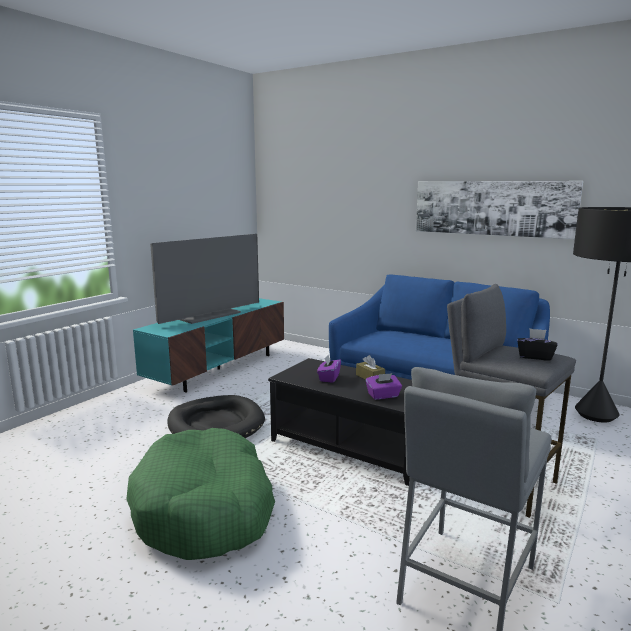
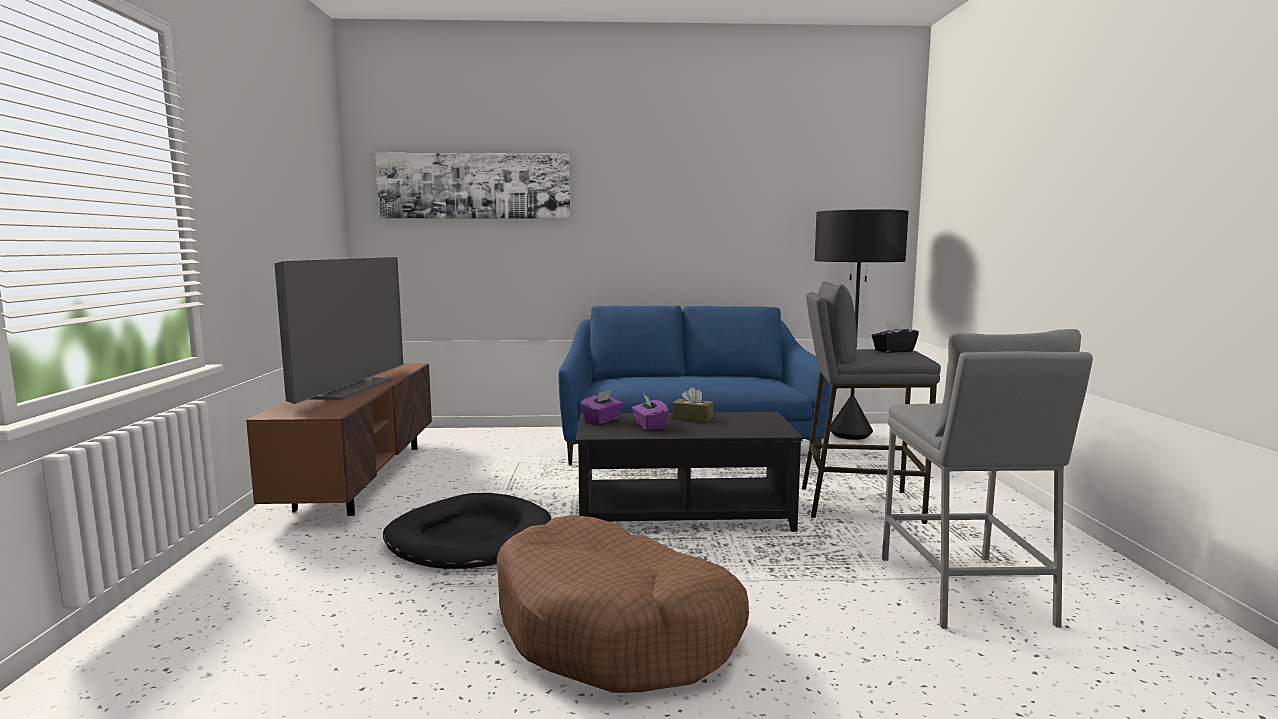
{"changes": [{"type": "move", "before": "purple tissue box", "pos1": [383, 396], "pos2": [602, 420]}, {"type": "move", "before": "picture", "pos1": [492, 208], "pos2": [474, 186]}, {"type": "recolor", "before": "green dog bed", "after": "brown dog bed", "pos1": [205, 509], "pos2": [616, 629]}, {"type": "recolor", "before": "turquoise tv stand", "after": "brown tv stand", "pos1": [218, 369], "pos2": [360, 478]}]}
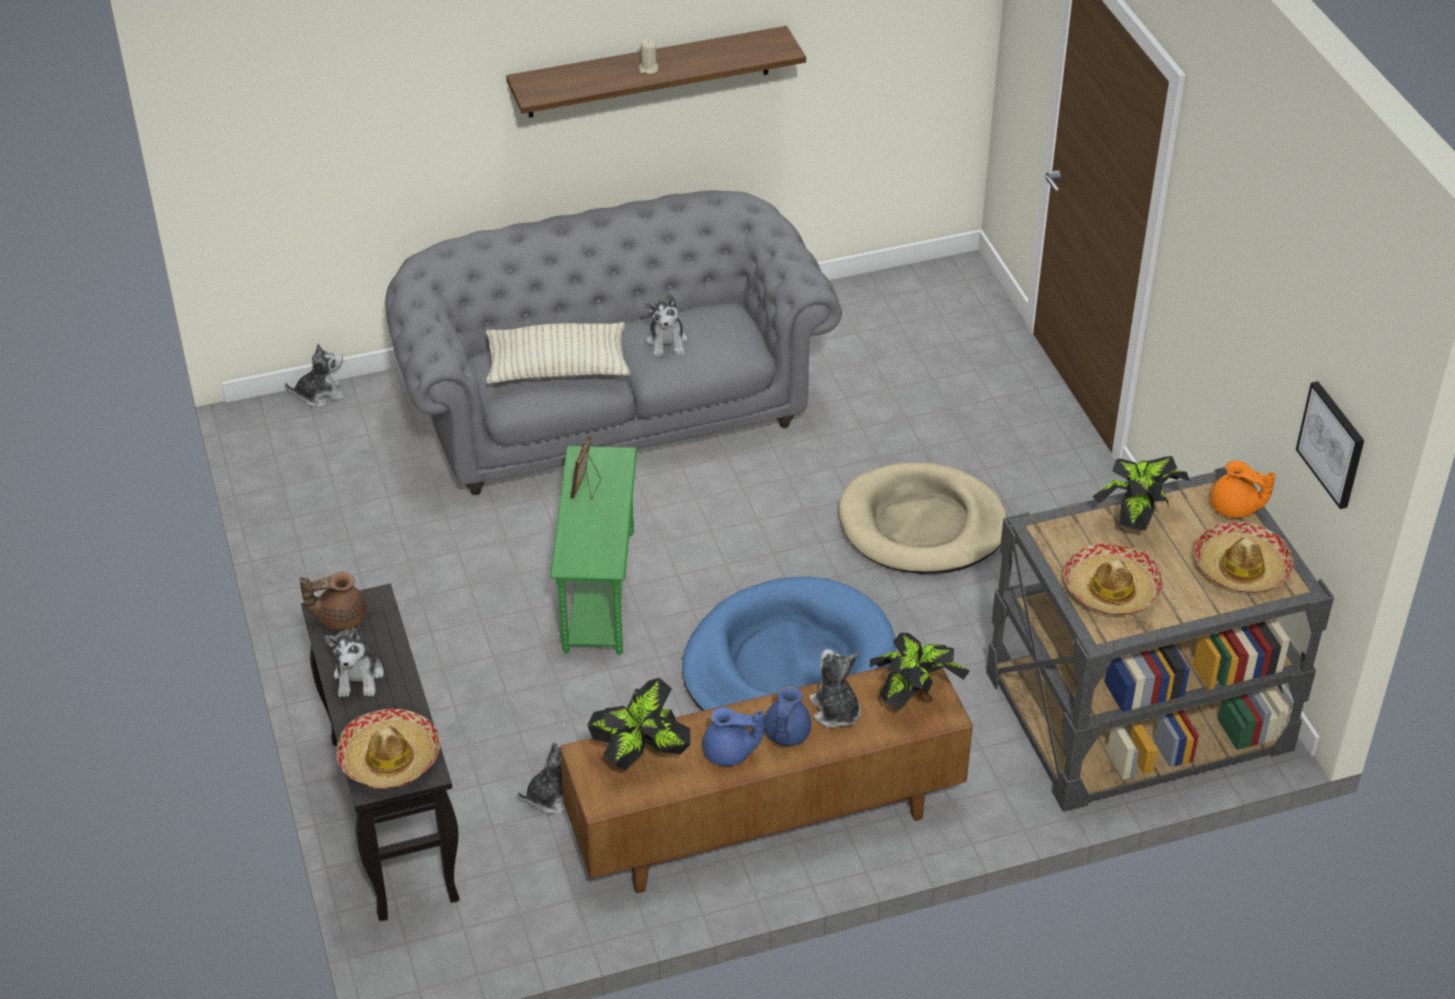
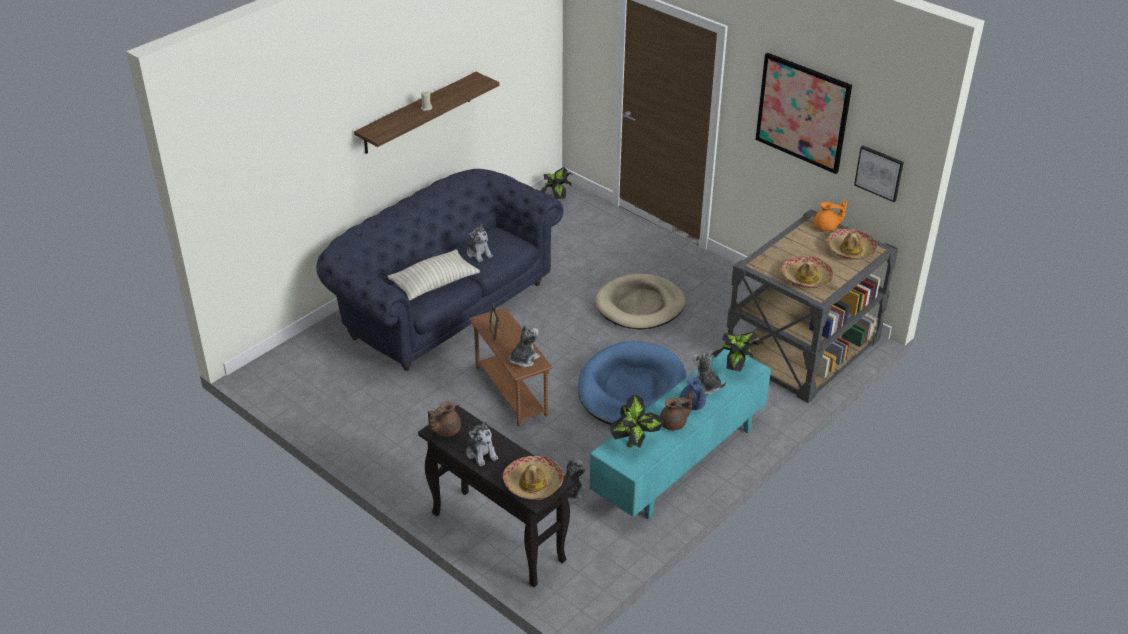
{"changes": [{"type": "insert", "after": "picture", "pos2": [803, 112]}, {"type": "move", "before": "plush toy", "pos1": [320, 394], "pos2": [524, 359]}, {"type": "move", "before": "potted plant", "pos1": [1136, 520], "pos2": [557, 199]}, {"type": "recolor", "before": "grey sofa", "after": "blue sofa", "pos1": [609, 405], "pos2": [441, 305]}, {"type": "recolor", "before": "green side table", "after": "brown side table", "pos1": [598, 592], "pos2": [510, 392]}, {"type": "recolor", "before": "brown tv stand", "after": "turquoise tv stand", "pos1": [765, 819], "pos2": [680, 461]}, {"type": "recolor", "before": "blue teapot", "after": "brown teapot", "pos1": [730, 753], "pos2": [674, 423]}]}
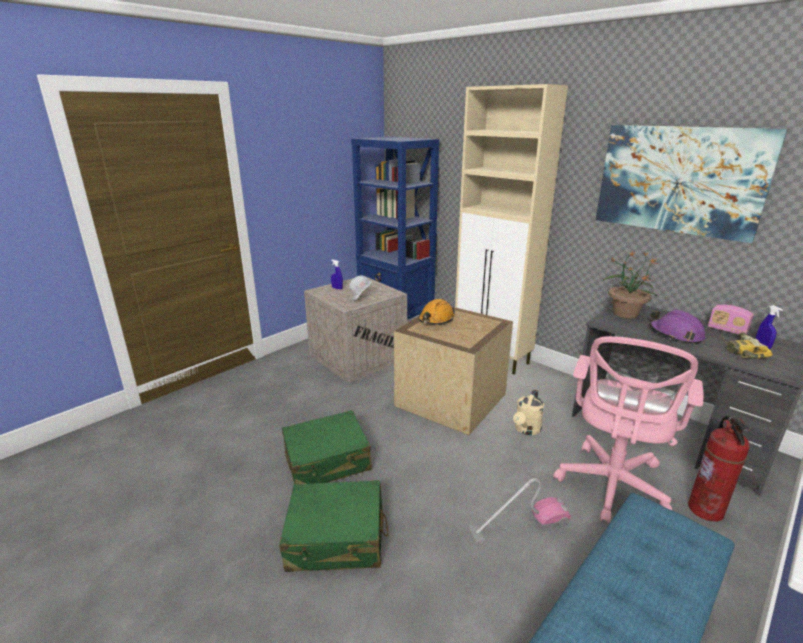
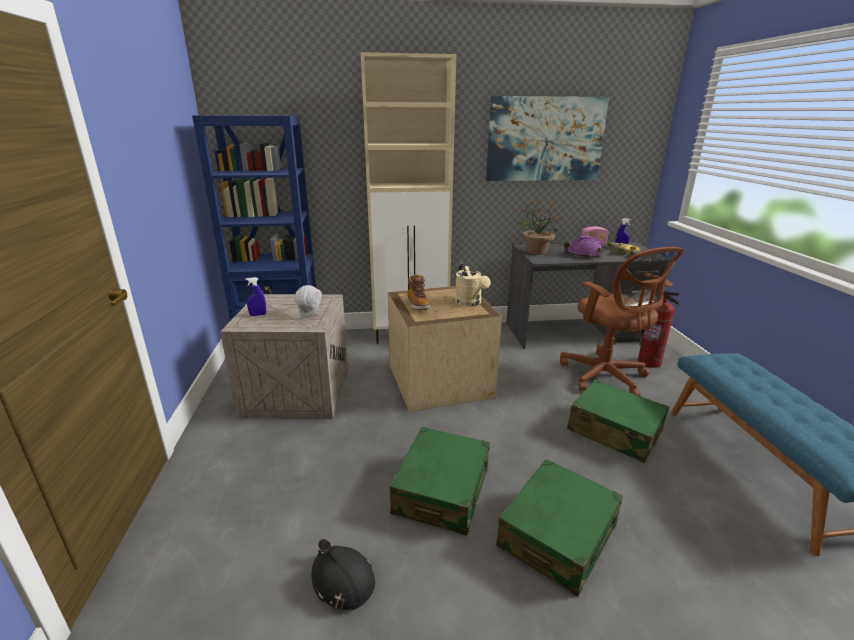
{"changes": [{"type": "insert", "after": "black hard hat", "pos2": [343, 581]}, {"type": "move", "before": "beige watering can", "pos1": [526, 430], "pos2": [470, 303]}, {"type": "replace", "before": "orange hard hat", "after": "boot", "pos1": [436, 320], "pos2": [418, 304]}, {"type": "replace", "before": "vacuum cleaner", "after": "green suitcase", "pos1": [519, 525], "pos2": [614, 431]}, {"type": "recolor", "before": "pink office chair", "after": "brown office chair", "pos1": [611, 486], "pos2": [605, 377]}]}
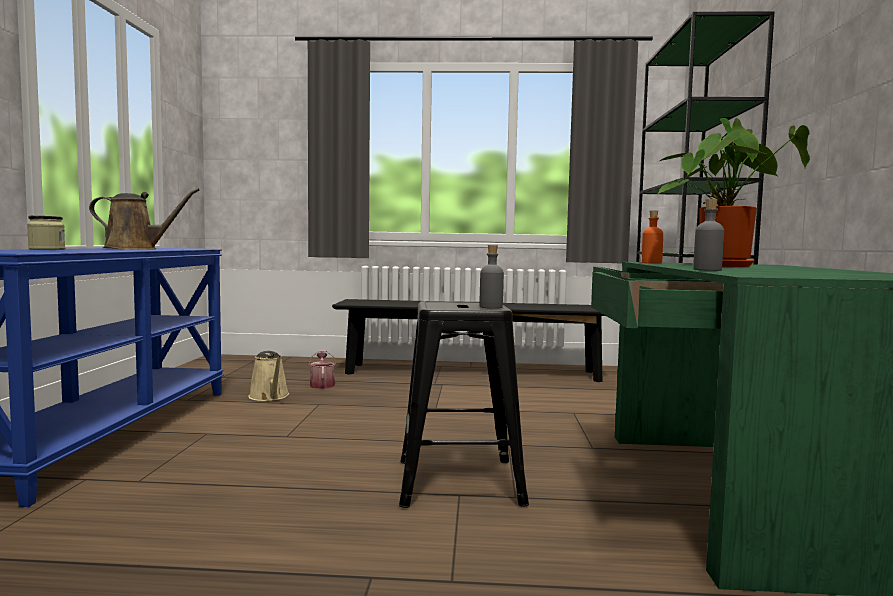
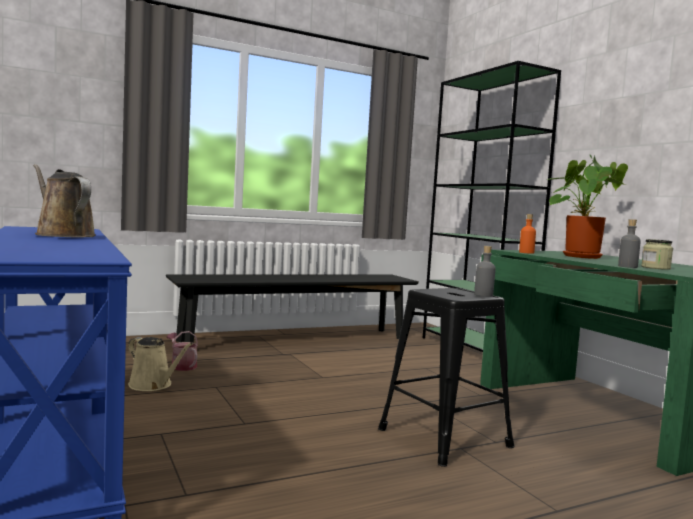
{"changes": [{"type": "move", "before": "jar", "pos1": [47, 249], "pos2": [655, 268]}, {"type": "rotate", "before": "brown watering can", "pos1": [136, 248], "pos2": [62, 235], "turn": -105}]}
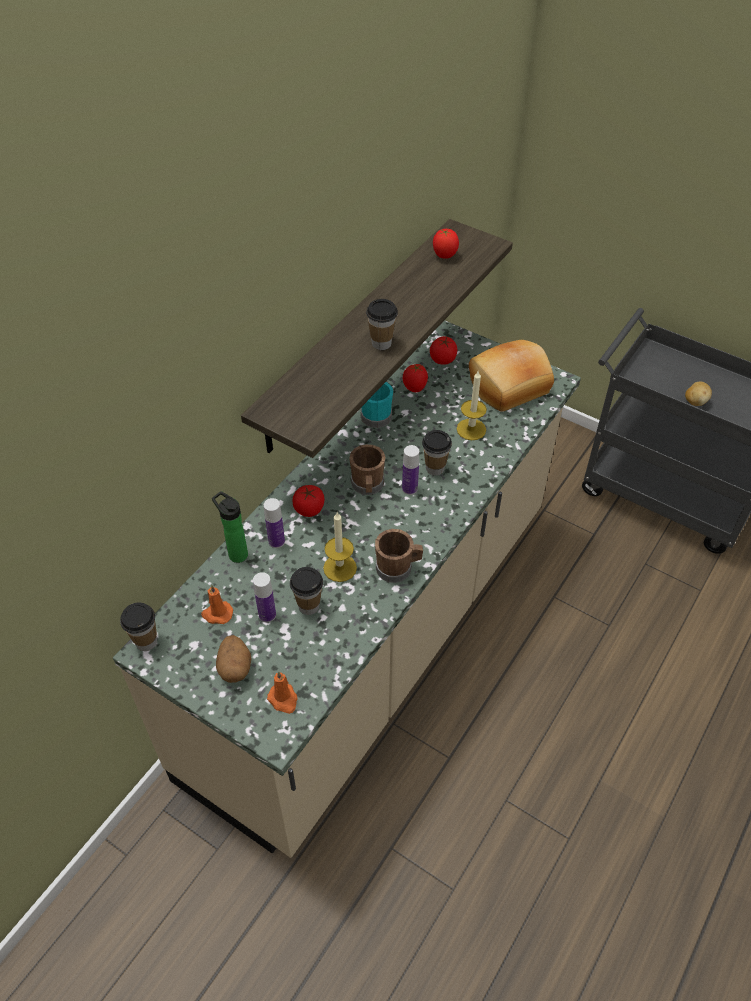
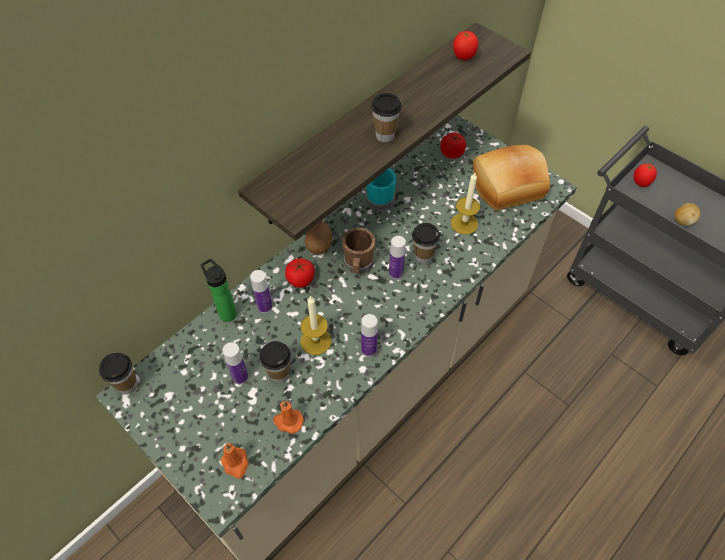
{"changes": [{"type": "move", "before": "orange candle", "pos1": [217, 614], "pos2": [288, 421]}, {"type": "move", "before": "potato", "pos1": [235, 667], "pos2": [319, 245]}, {"type": "move", "before": "tomato", "pos1": [415, 388], "pos2": [640, 183]}, {"type": "replace", "before": "brown mug", "after": "bottle", "pos1": [398, 568], "pos2": [368, 349]}]}
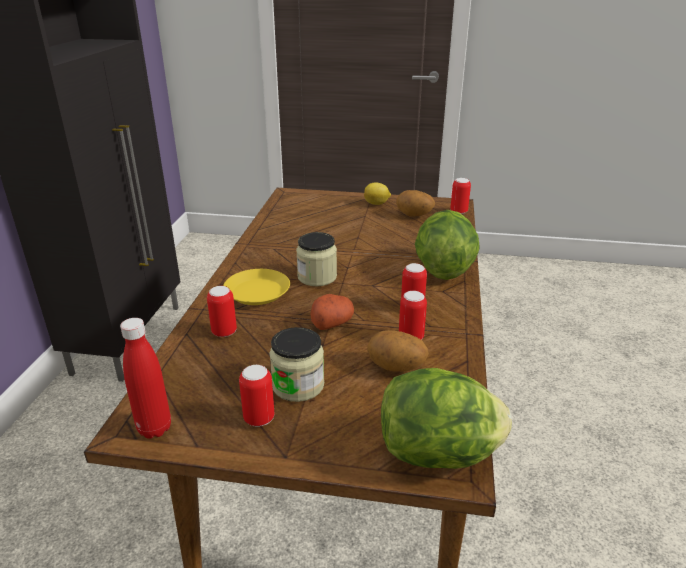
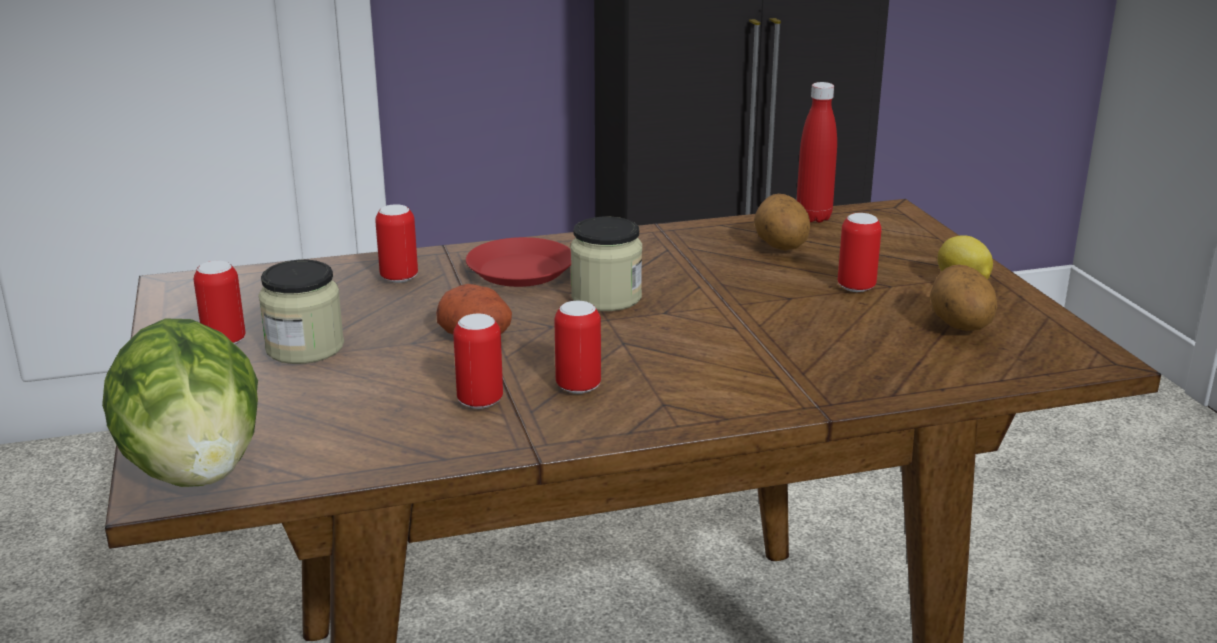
{"changes": [{"type": "delete", "before": "lettuce", "pos1": [442, 269]}, {"type": "move", "before": "red bottle", "pos1": [154, 428], "pos2": [813, 217]}, {"type": "move", "before": "potato", "pos1": [396, 368], "pos2": [780, 247]}, {"type": "move", "before": "can", "pos1": [458, 212], "pos2": [856, 287]}, {"type": "recolor", "before": "yellow plate", "after": "red plate", "pos1": [257, 292], "pos2": [520, 271]}]}
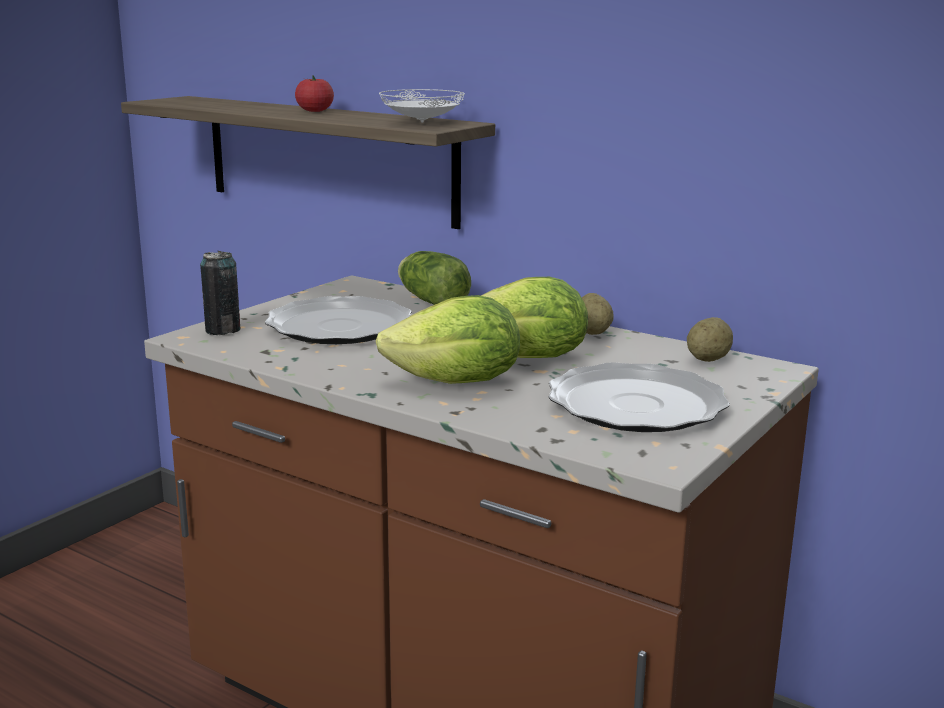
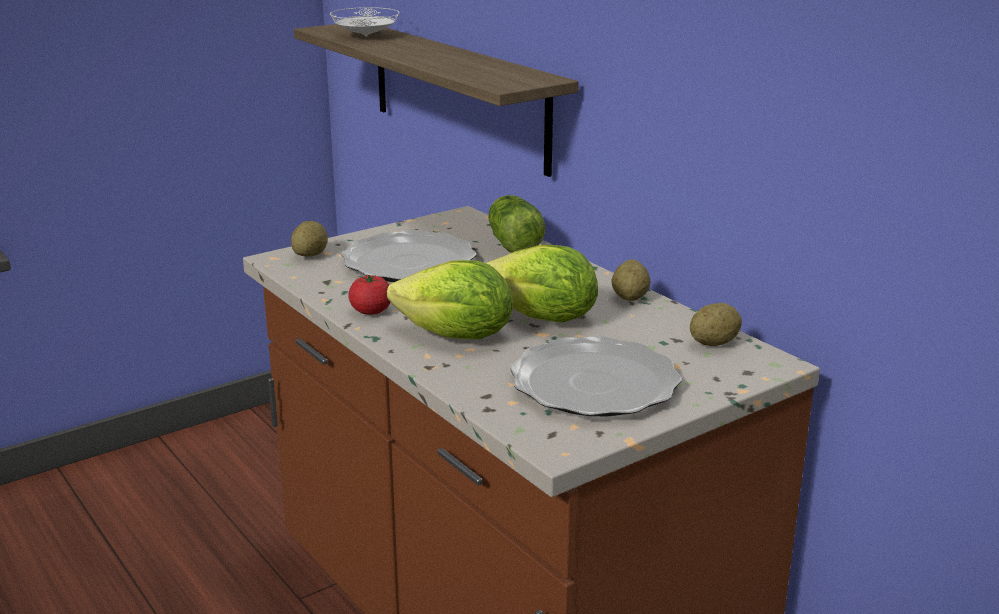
{"changes": [{"type": "move", "before": "tomato", "pos1": [315, 111], "pos2": [371, 311]}, {"type": "move", "before": "white plate", "pos1": [421, 122], "pos2": [365, 36]}, {"type": "replace", "before": "can", "after": "potato", "pos1": [223, 330], "pos2": [310, 255]}]}
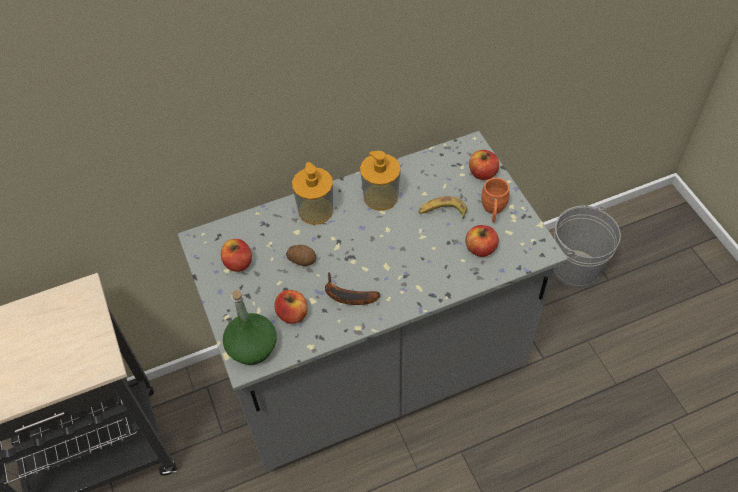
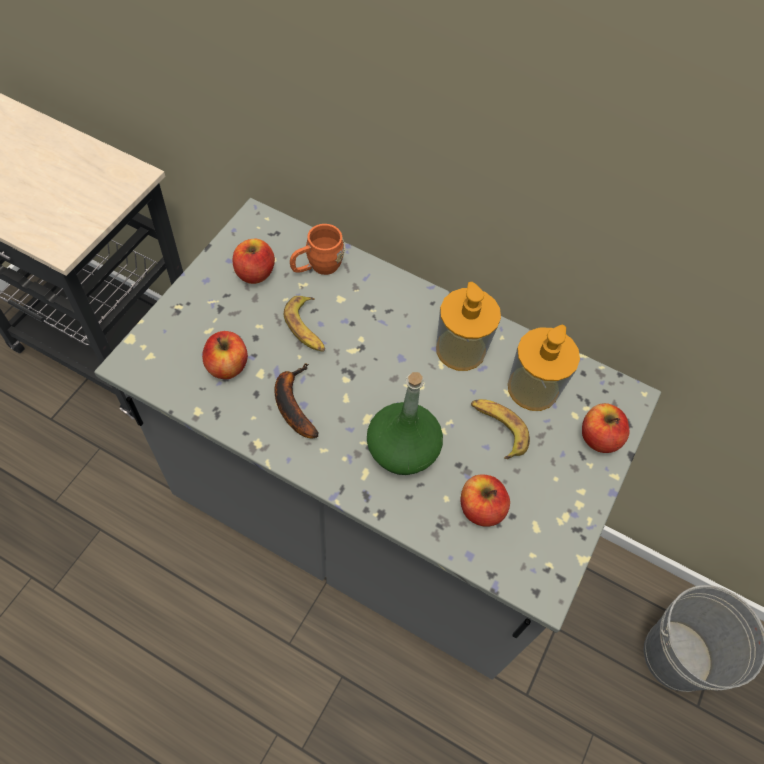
{"changes": [{"type": "move", "before": "green bottle", "pos1": [252, 347], "pos2": [402, 450]}, {"type": "move", "before": "soap dispenser", "pos1": [315, 210], "pos2": [533, 388]}, {"type": "move", "before": "orange mug", "pos1": [493, 211], "pos2": [317, 267]}, {"type": "replace", "before": "potato", "after": "banana", "pos1": [302, 259], "pos2": [307, 328]}]}
